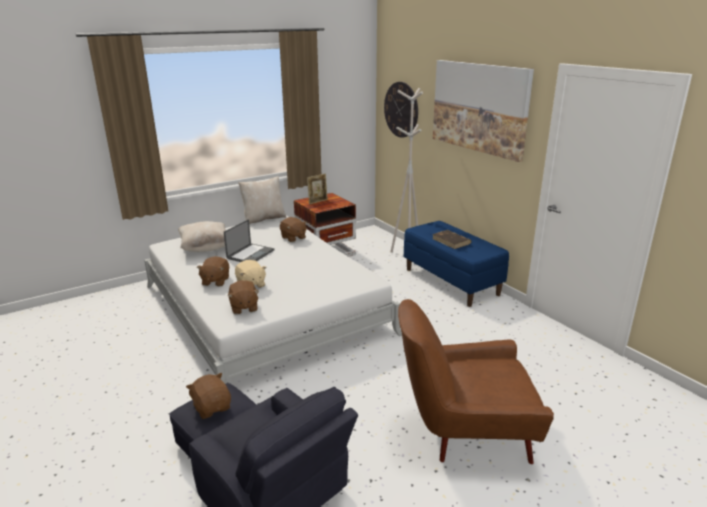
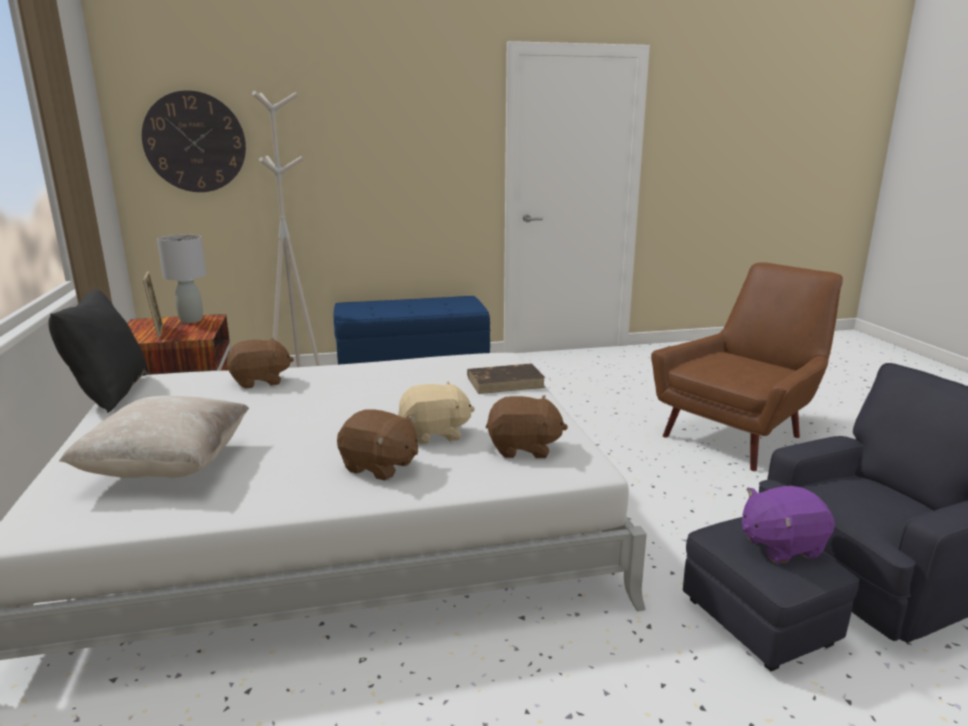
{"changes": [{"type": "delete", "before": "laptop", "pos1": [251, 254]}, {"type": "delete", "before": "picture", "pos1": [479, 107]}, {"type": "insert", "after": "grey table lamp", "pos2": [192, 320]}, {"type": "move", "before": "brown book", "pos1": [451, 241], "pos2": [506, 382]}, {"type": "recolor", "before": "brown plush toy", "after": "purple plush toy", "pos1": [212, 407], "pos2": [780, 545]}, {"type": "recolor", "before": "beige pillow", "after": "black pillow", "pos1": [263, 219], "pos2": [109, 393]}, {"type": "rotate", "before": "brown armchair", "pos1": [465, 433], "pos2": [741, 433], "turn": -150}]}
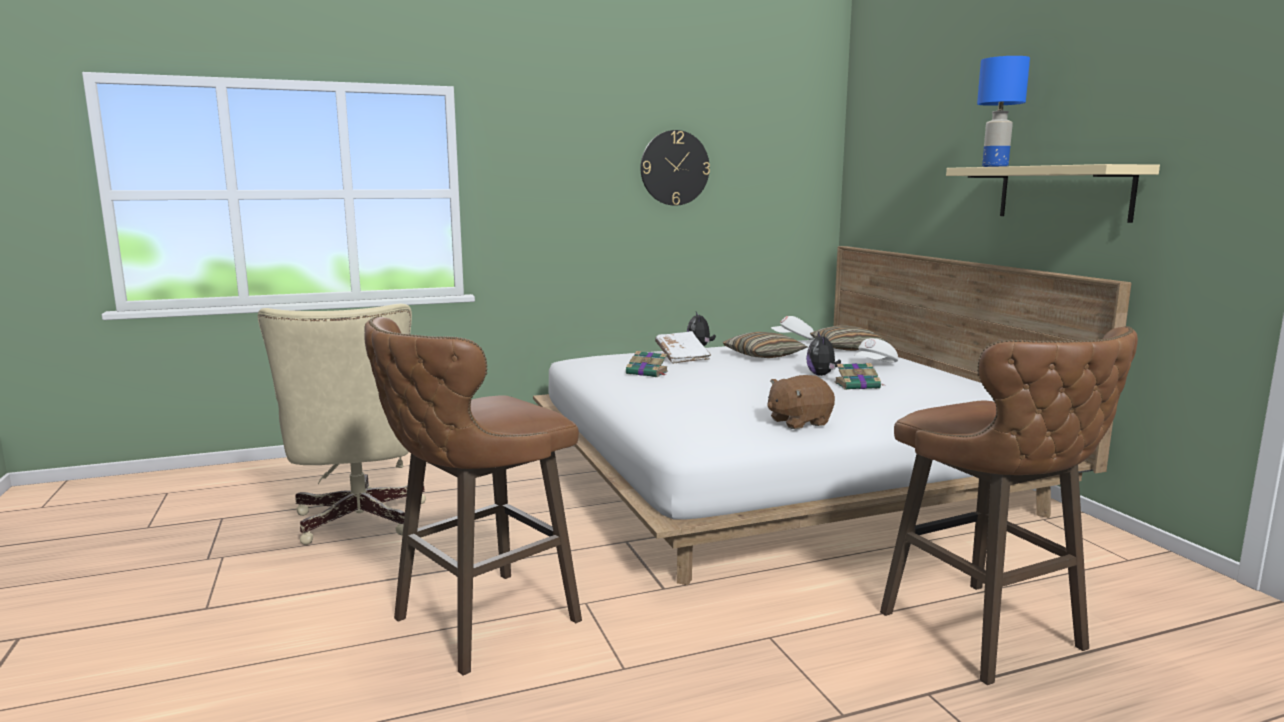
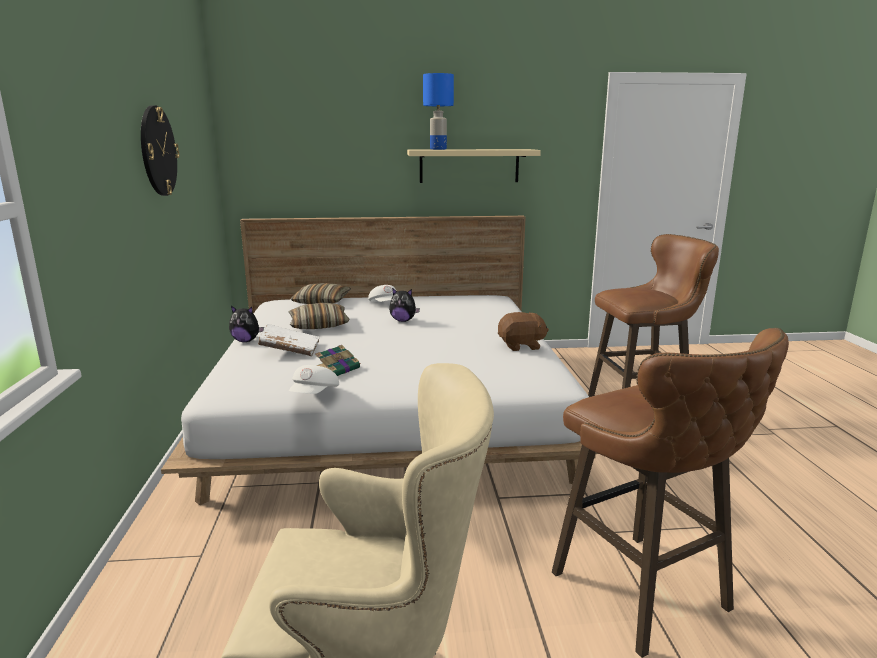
{"changes": [{"type": "delete", "before": "book", "pos1": [858, 385]}, {"type": "move", "before": "white cap", "pos1": [793, 339], "pos2": [315, 394]}, {"type": "rotate", "before": "brown plush toy", "pos1": [798, 422], "pos2": [521, 346], "turn": -90}]}
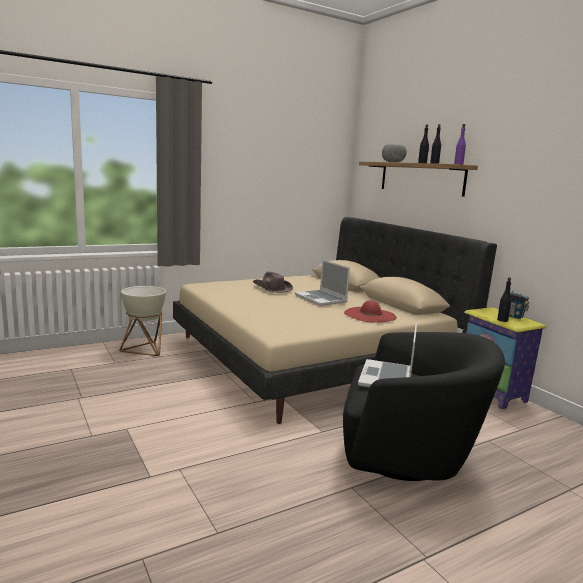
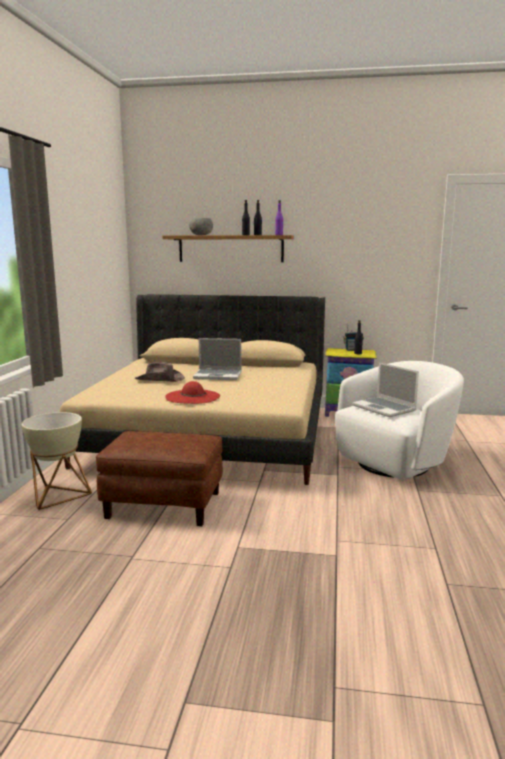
{"changes": [{"type": "insert", "after": "brown ottoman", "pos2": [164, 505]}, {"type": "move", "before": "red hat", "pos1": [370, 315], "pos2": [192, 397]}, {"type": "recolor", "before": "black armchair", "after": "white armchair", "pos1": [408, 456], "pos2": [397, 462]}]}
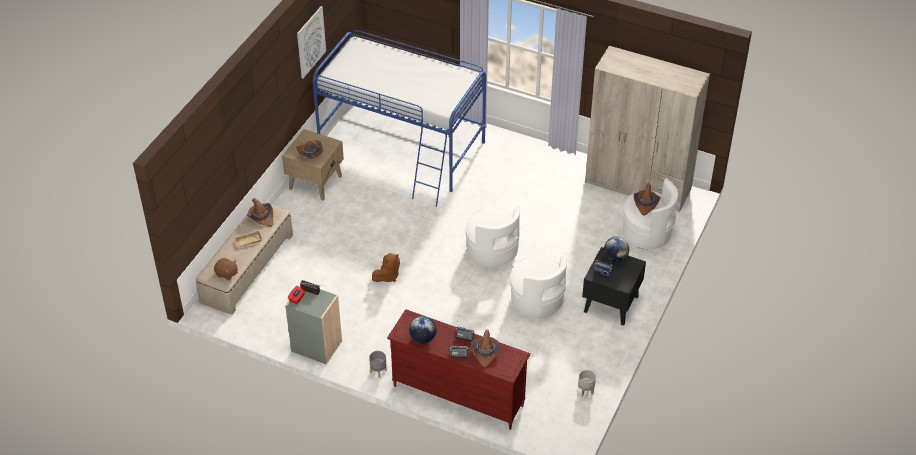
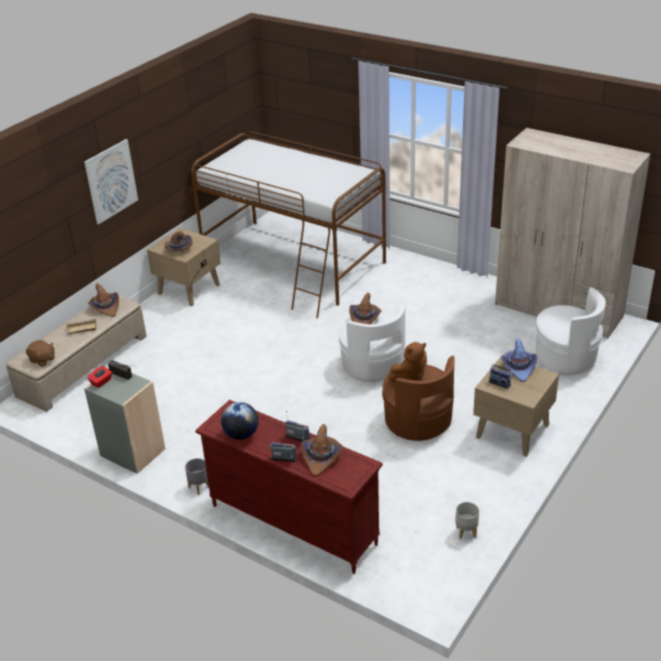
{"changes": [{"type": "move", "before": "picture", "pos1": [311, 42], "pos2": [111, 181]}, {"type": "move", "before": "brown plush toy", "pos1": [387, 276], "pos2": [410, 377]}, {"type": "move", "before": "brown hat", "pos1": [646, 204], "pos2": [364, 319]}, {"type": "replace", "before": "globe", "after": "purple hat", "pos1": [615, 258], "pos2": [519, 367]}, {"type": "recolor", "before": "blue bed", "after": "brown bed", "pos1": [403, 147], "pos2": [294, 262]}, {"type": "recolor", "before": "white armchair", "after": "brown armchair", "pos1": [537, 300], "pos2": [417, 421]}, {"type": "recolor", "before": "black nightstand", "after": "beige nightstand", "pos1": [611, 304], "pos2": [512, 431]}]}
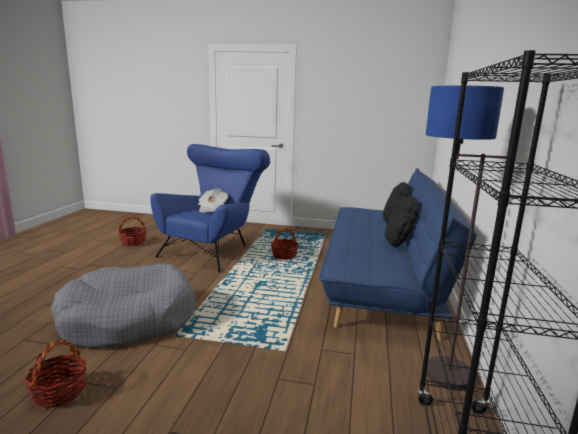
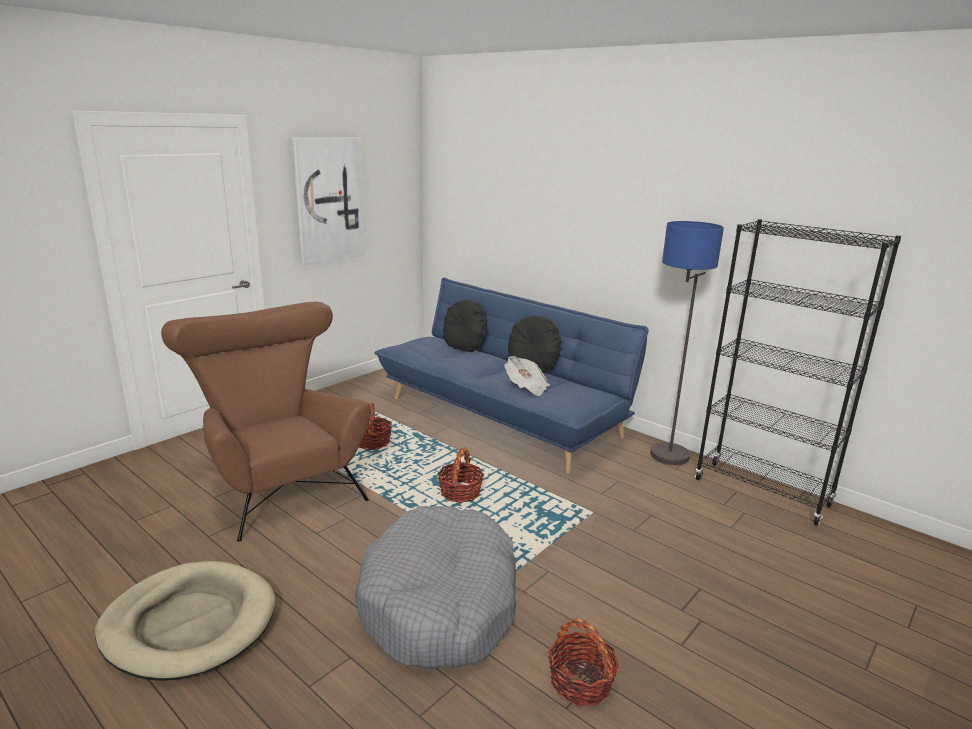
{"changes": [{"type": "insert", "after": "beige dog bed", "pos2": [190, 624]}, {"type": "insert", "after": "picture", "pos2": [329, 200]}, {"type": "move", "before": "basket", "pos1": [133, 242], "pos2": [460, 492]}, {"type": "move", "before": "newspaper", "pos1": [211, 209], "pos2": [526, 387]}, {"type": "recolor", "before": "blue armchair", "after": "brown armchair", "pos1": [213, 249], "pos2": [279, 484]}]}
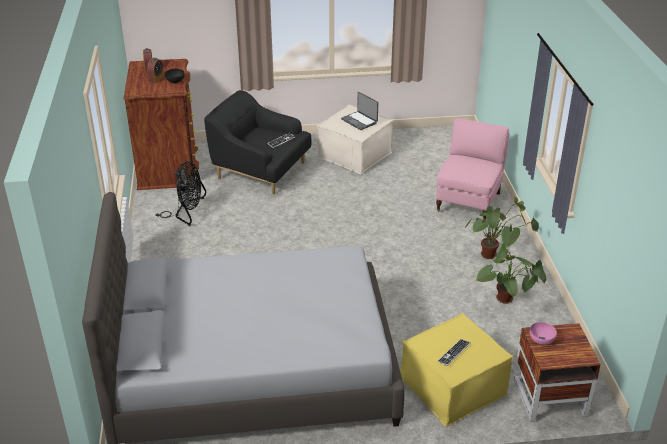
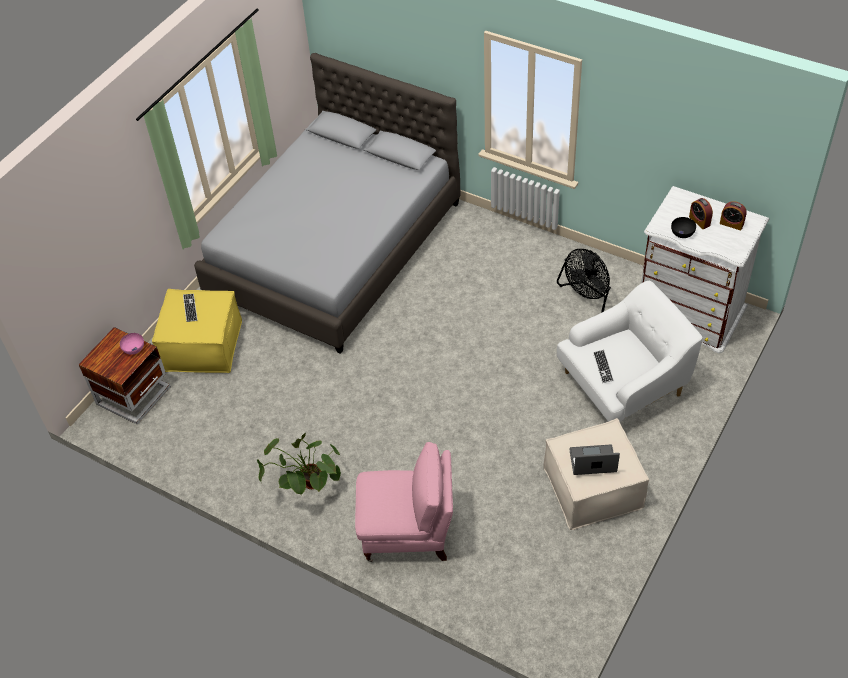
{"changes": [{"type": "delete", "before": "potted plant", "pos1": [508, 304]}, {"type": "recolor", "before": "brown dresser", "after": "white dresser", "pos1": [168, 167], "pos2": [690, 312]}, {"type": "recolor", "before": "black armchair", "after": "white armchair", "pos1": [260, 170], "pos2": [623, 384]}, {"type": "rotate", "before": "pink armchair", "pos1": [468, 202], "pos2": [407, 532], "turn": -60}]}
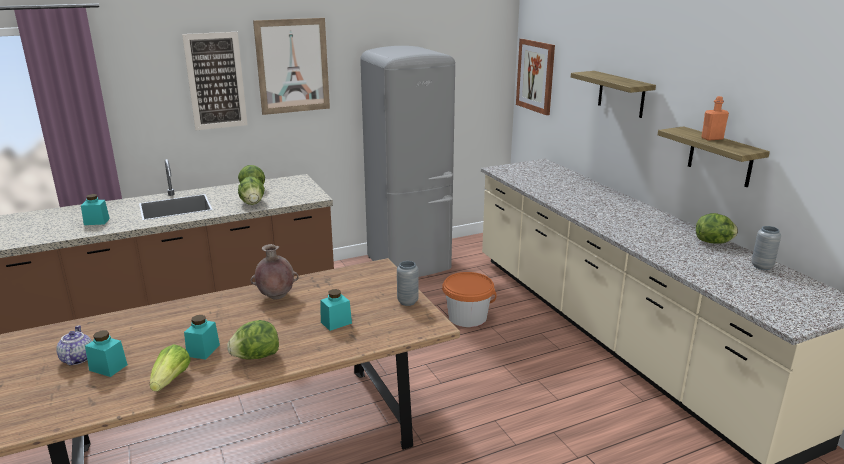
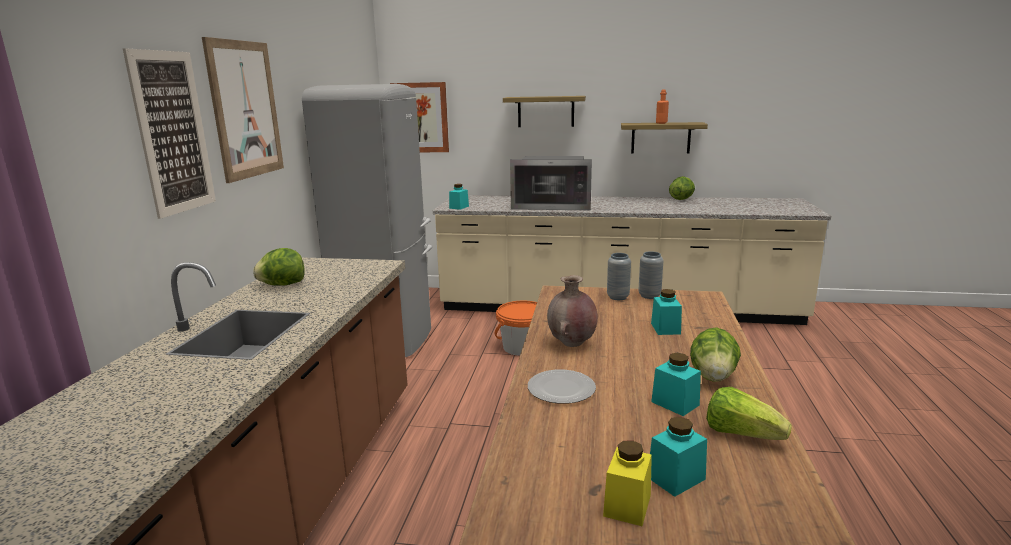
{"changes": [{"type": "delete", "before": "lettuce", "pos1": [252, 203]}, {"type": "insert", "after": "microwave", "pos2": [552, 205]}, {"type": "insert", "after": "plate", "pos2": [561, 390]}, {"type": "move", "before": "turquoise jar", "pos1": [96, 221], "pos2": [459, 207]}, {"type": "move", "before": "grey vase", "pos1": [761, 266], "pos2": [618, 297]}, {"type": "replace", "before": "teapot", "after": "yellow jar", "pos1": [76, 359], "pos2": [627, 505]}]}
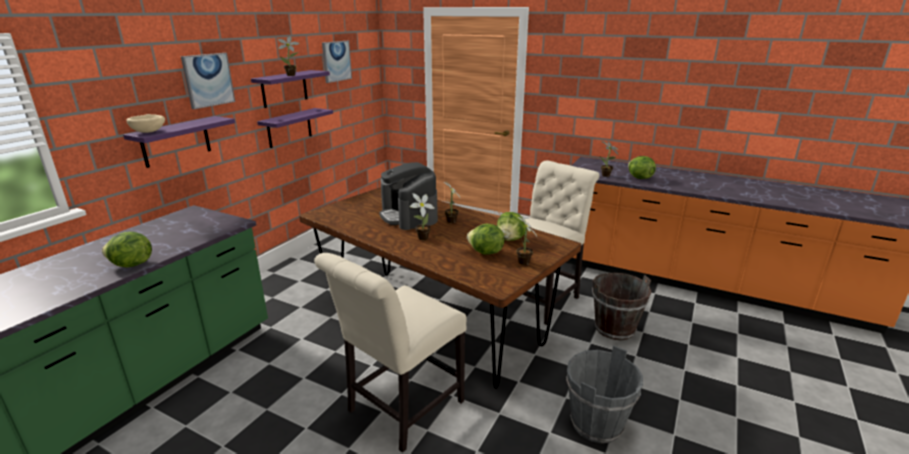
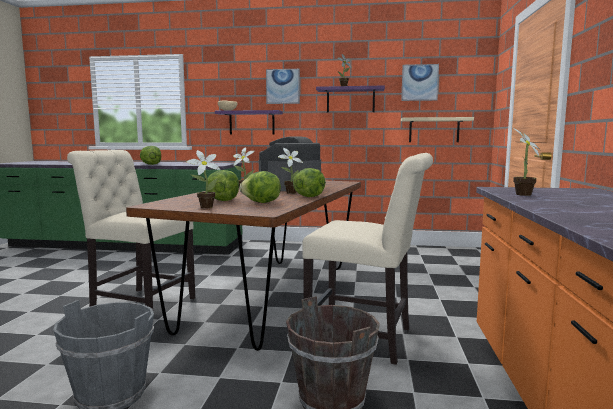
{"changes": [{"type": "delete", "before": "purple shelf", "pos1": [289, 128]}, {"type": "insert", "after": "beige shelf", "pos2": [434, 130]}, {"type": "move", "before": "lettuce", "pos1": [639, 178], "pos2": [309, 196]}]}
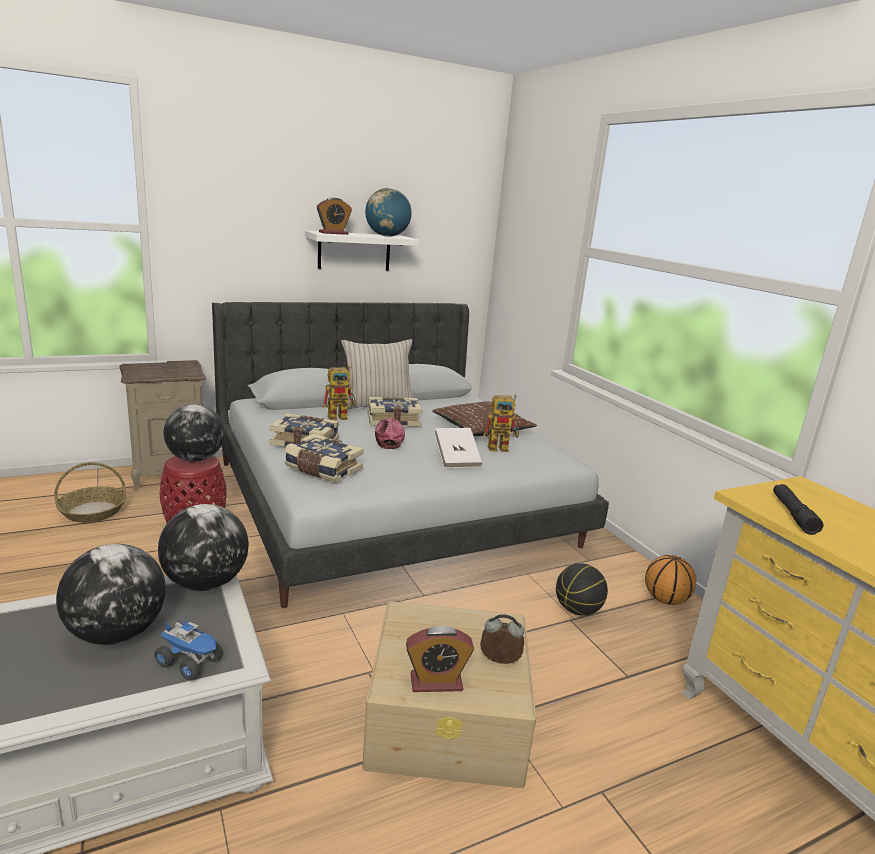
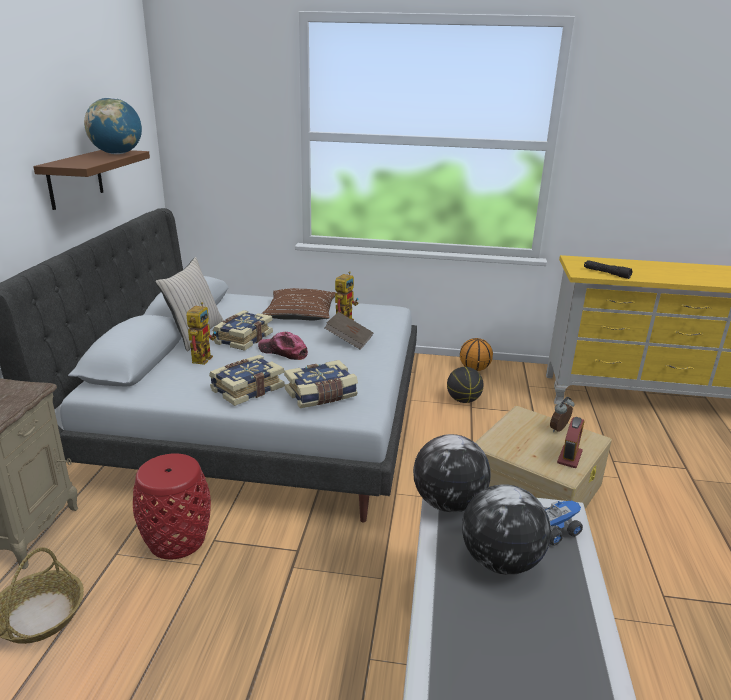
{"changes": [{"type": "delete", "before": "globe", "pos1": [196, 459]}, {"type": "delete", "before": "alarm clock", "pos1": [333, 233]}, {"type": "recolor", "before": "white shelf", "after": "brown shelf", "pos1": [354, 251], "pos2": [75, 178]}, {"type": "recolor", "before": "white book", "after": "brown book", "pos1": [457, 459], "pos2": [349, 340]}]}
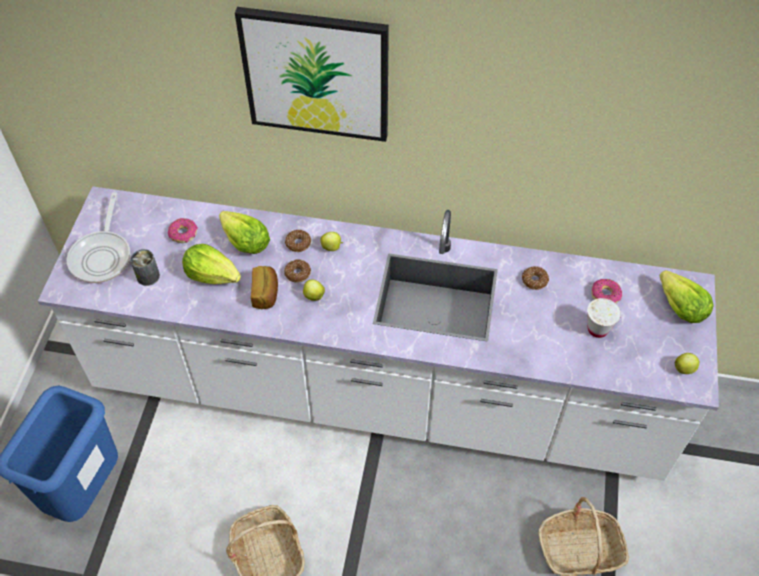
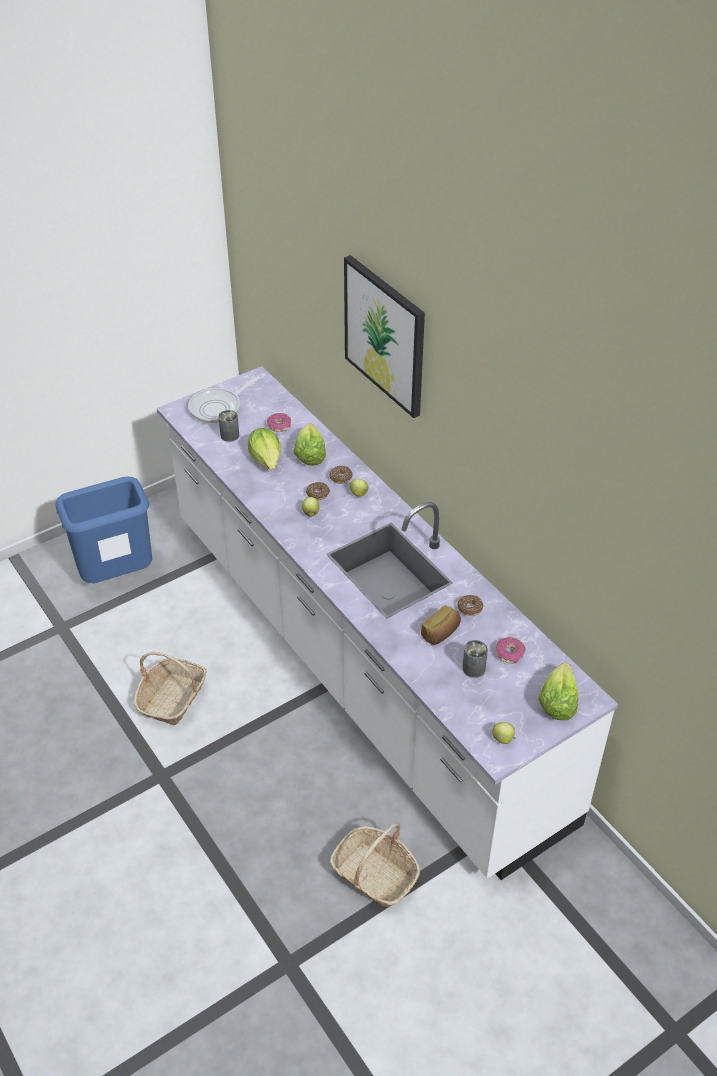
{"changes": [{"type": "move", "before": "bread", "pos1": [266, 293], "pos2": [441, 633]}, {"type": "replace", "before": "white cup", "after": "can", "pos1": [597, 329], "pos2": [473, 668]}]}
